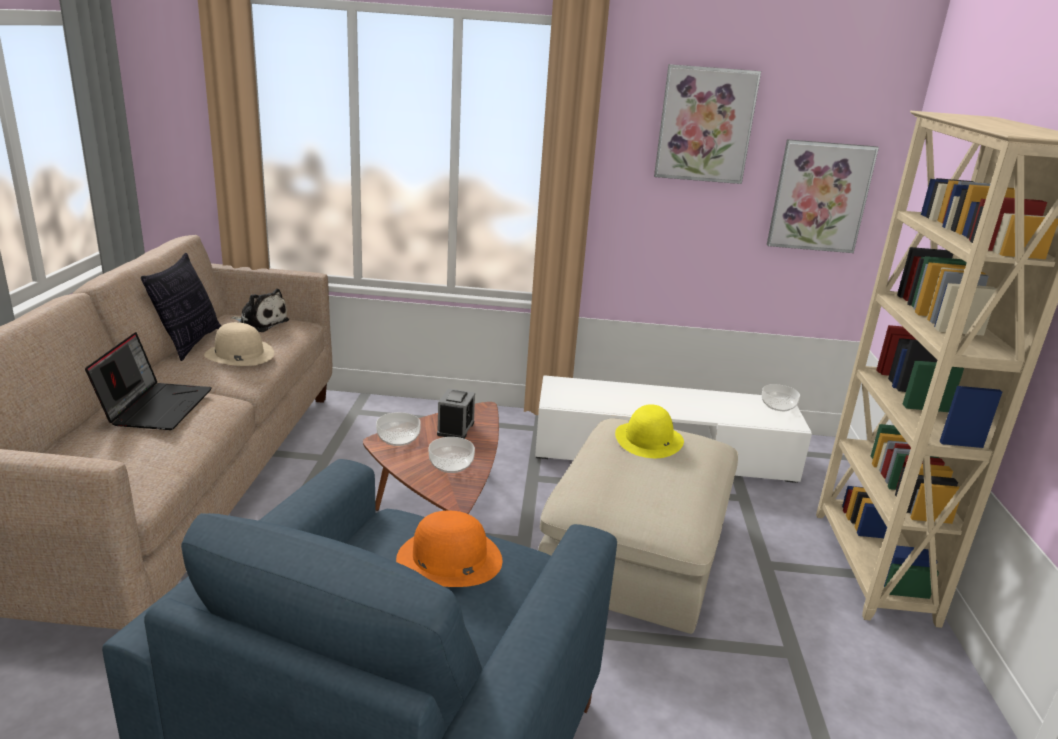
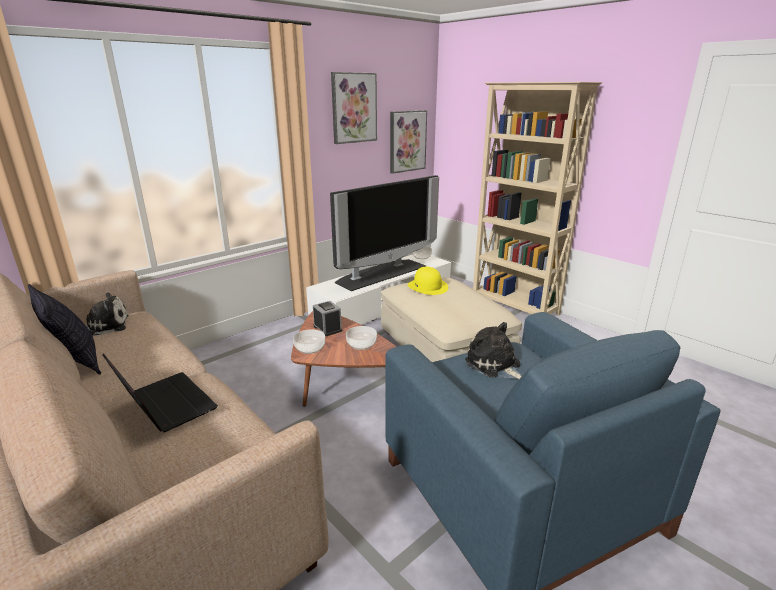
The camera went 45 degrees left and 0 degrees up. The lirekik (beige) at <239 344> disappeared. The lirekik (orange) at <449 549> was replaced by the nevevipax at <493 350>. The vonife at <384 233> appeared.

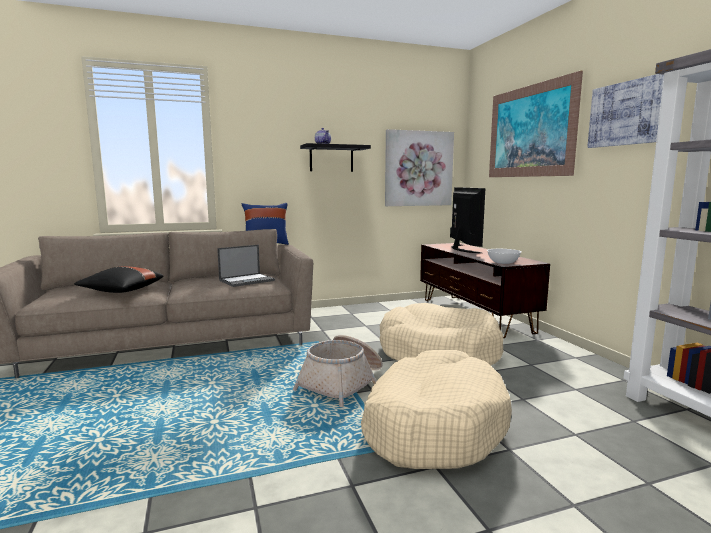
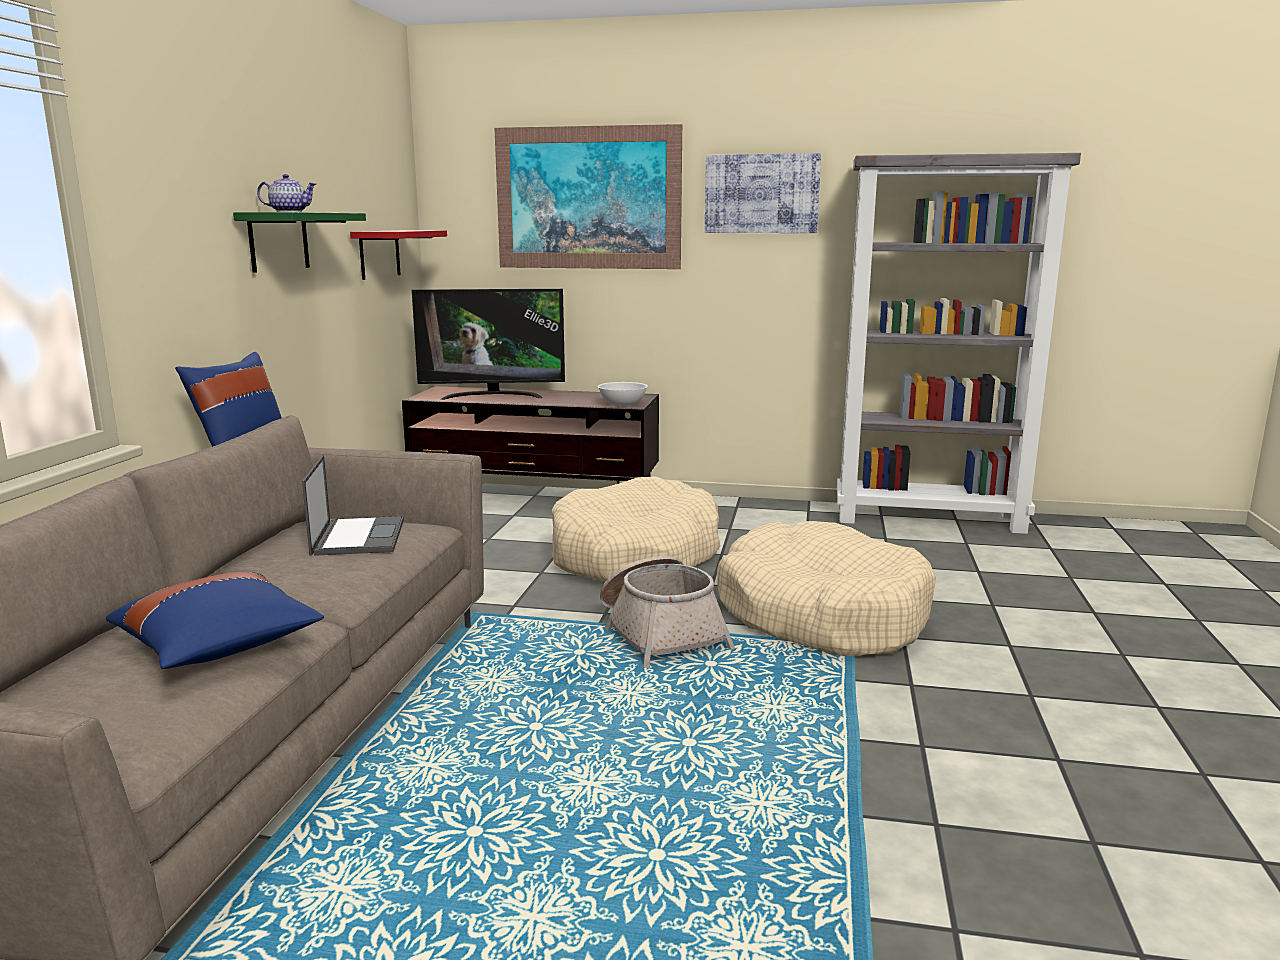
The camera went 60 degrees left and 5 degrees up. The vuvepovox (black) at <118 279> became the vuvepovox (blue) at <215 620>. The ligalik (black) at <335 157> became the ligalik (green) at <299 242>. The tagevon at <419 167> was replaced by the ligalik (red) at <398 255>. The vonife at <467 220> turned 150 degrees clockwise.

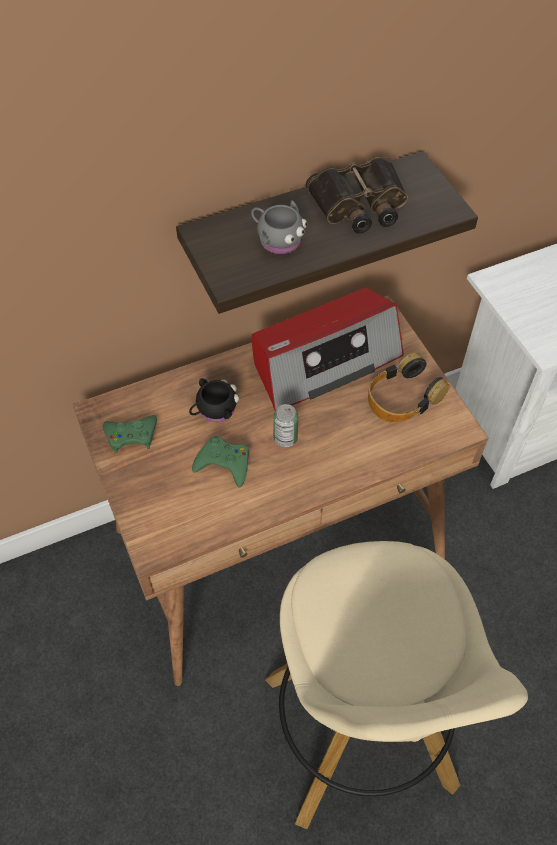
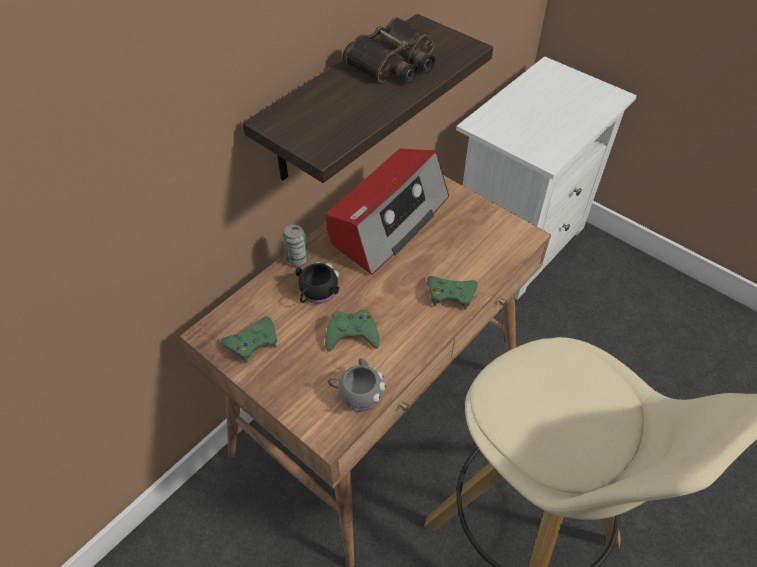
The camera went 25 degrees left and 5 degrees down. The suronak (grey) moved from <279 227> to <357 385>. The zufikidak moved from <285 425> to <295 245>. The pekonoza at <409 388> disappeared. The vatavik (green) at <452 292> appeared.

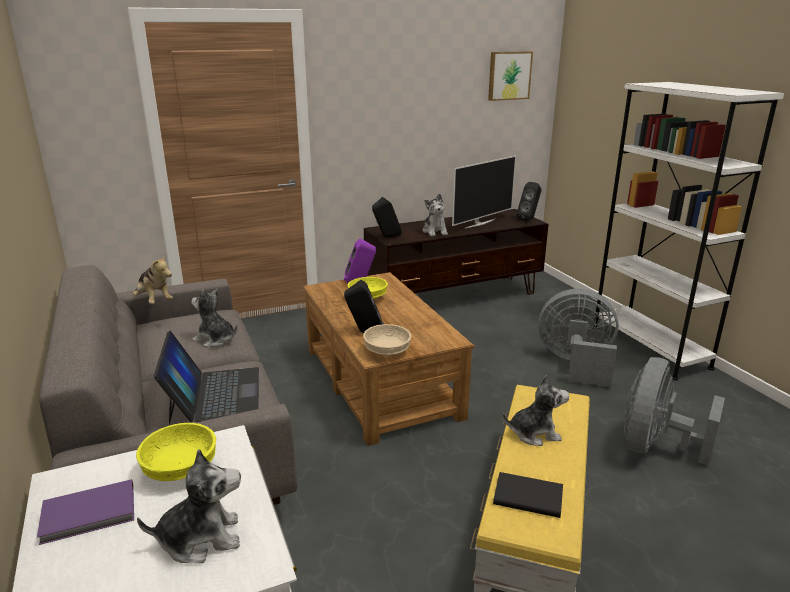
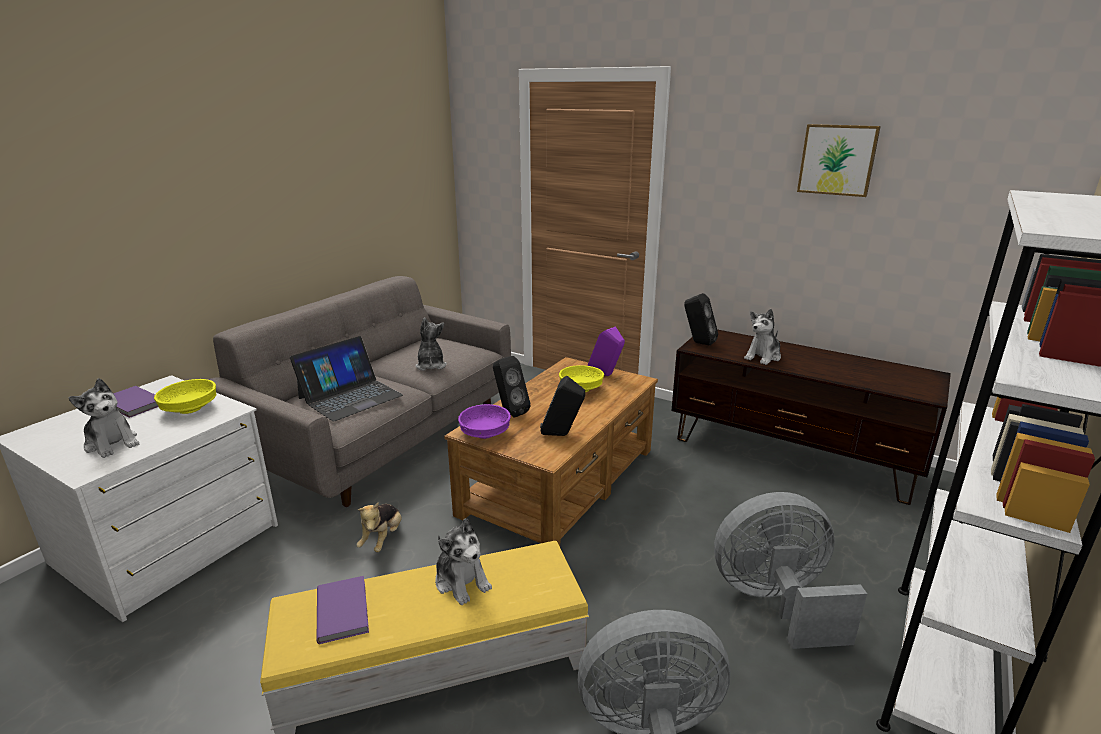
The camera went 55 degrees right and 0 degrees up. The nevevipax moved from <153 279> to <379 527>. The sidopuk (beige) at <387 340> became the sidopuk (purple) at <484 421>. The vonife at <484 192> disappeared. The tagevon moved from <510 76> to <839 160>. The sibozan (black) at <528 495> became the sibozan (purple) at <343 610>. The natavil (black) moved from <529 201> to <562 406>. The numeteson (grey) at <578 338> turned 75 degrees counterclockwise.

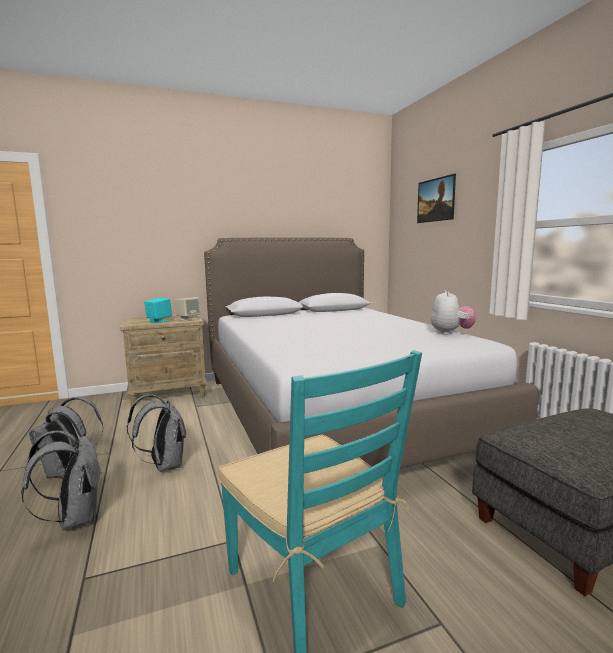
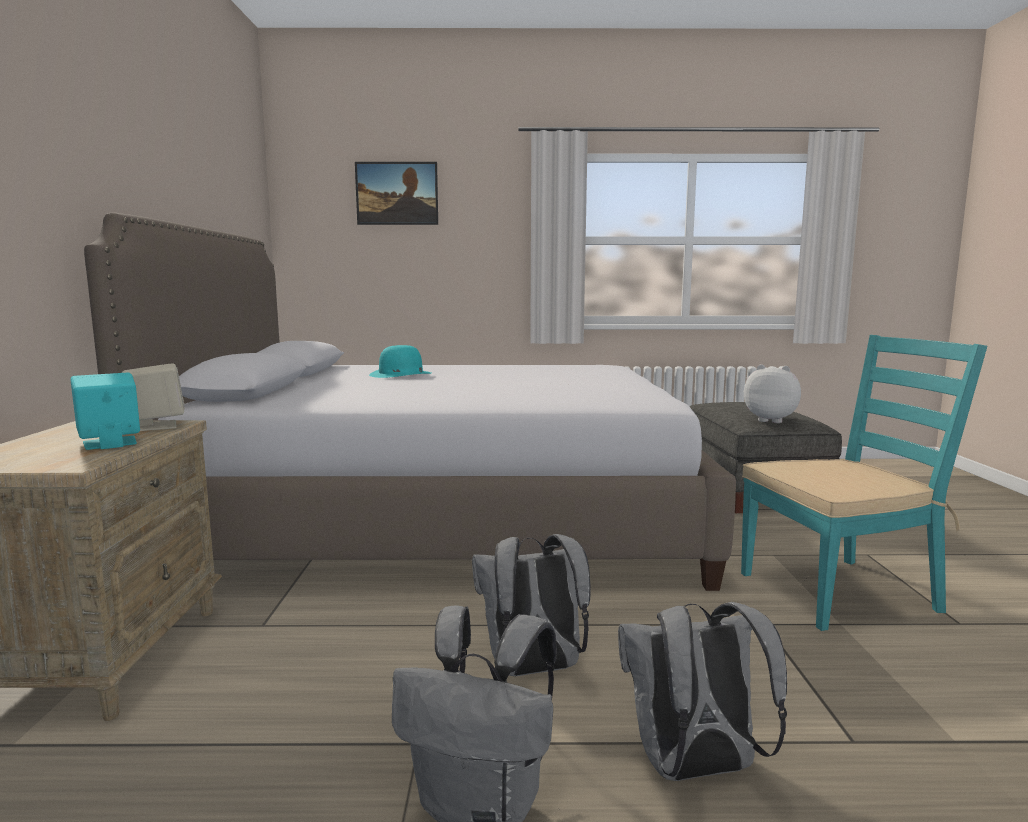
The camera went 70 degrees left and 0 degrees up. The nevevipax moved from <453 312> to <772 393>. The lirekik (turquoise) at <400 361> appeared.

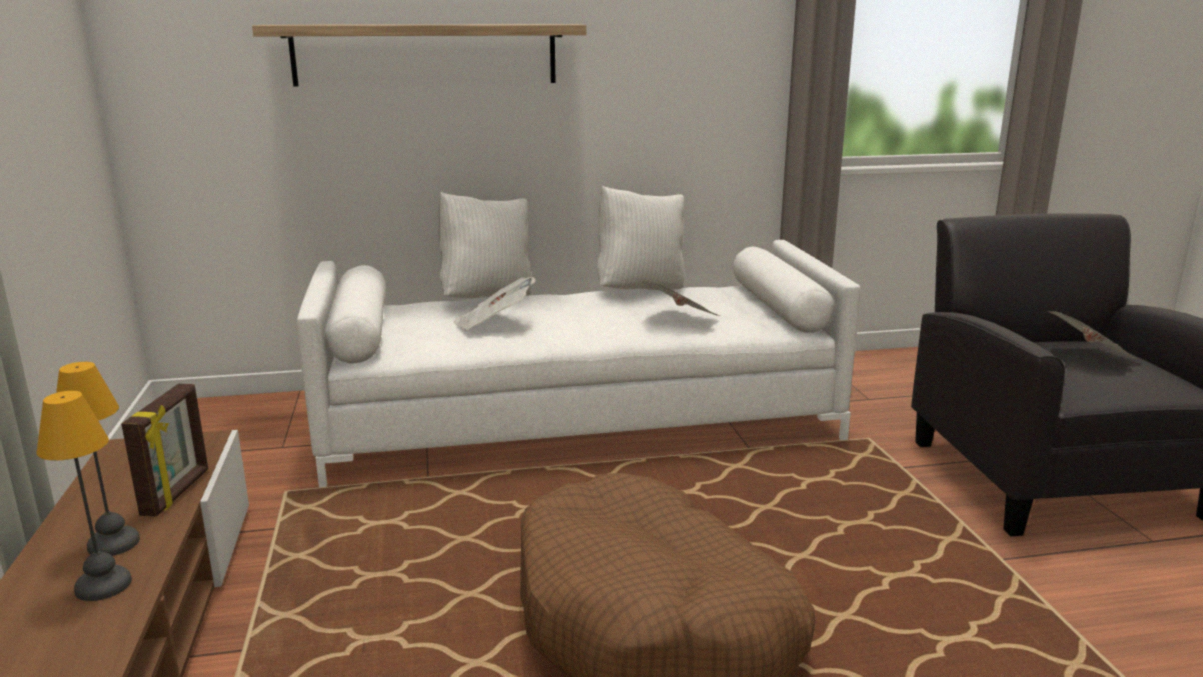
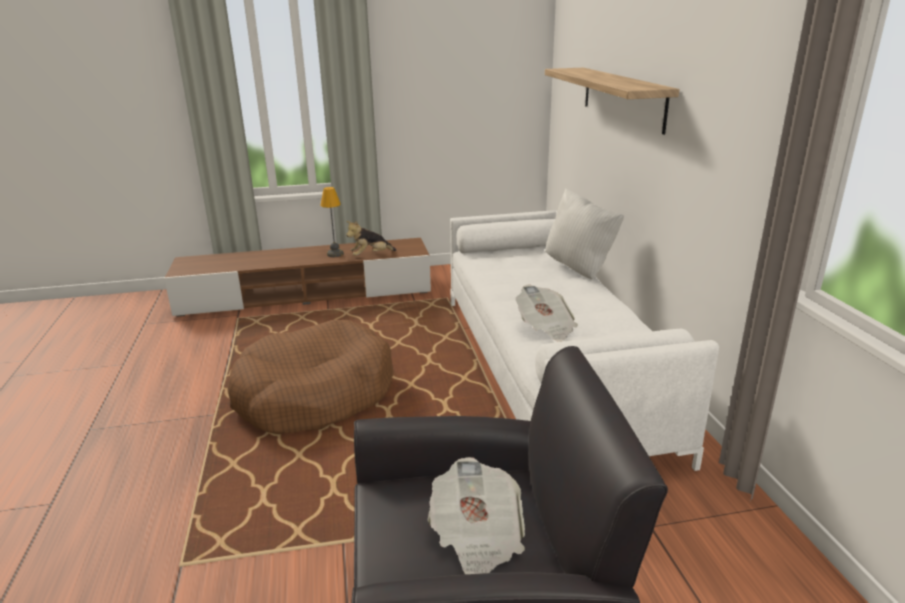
The camera went 90 degrees right and 5 degrees up. The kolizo at <84 496> disappeared. The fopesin at <164 450> was replaced by the nevevipax at <371 238>. The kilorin at <495 304> disappeared. The vuvepovox (white) at <641 238> disappeared.

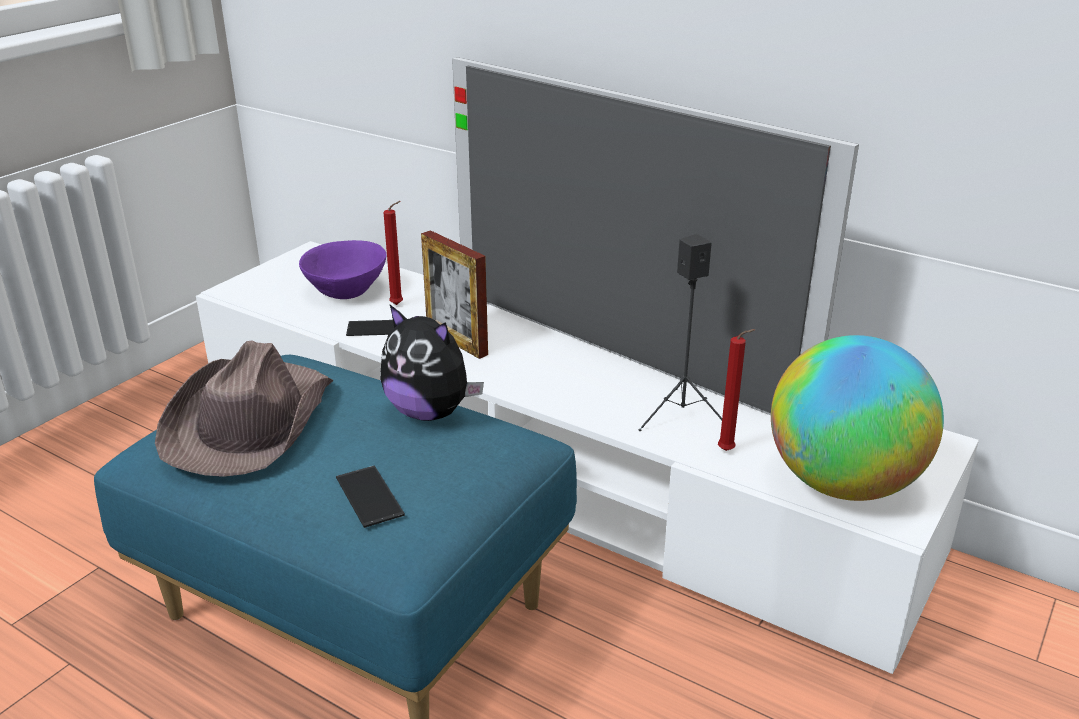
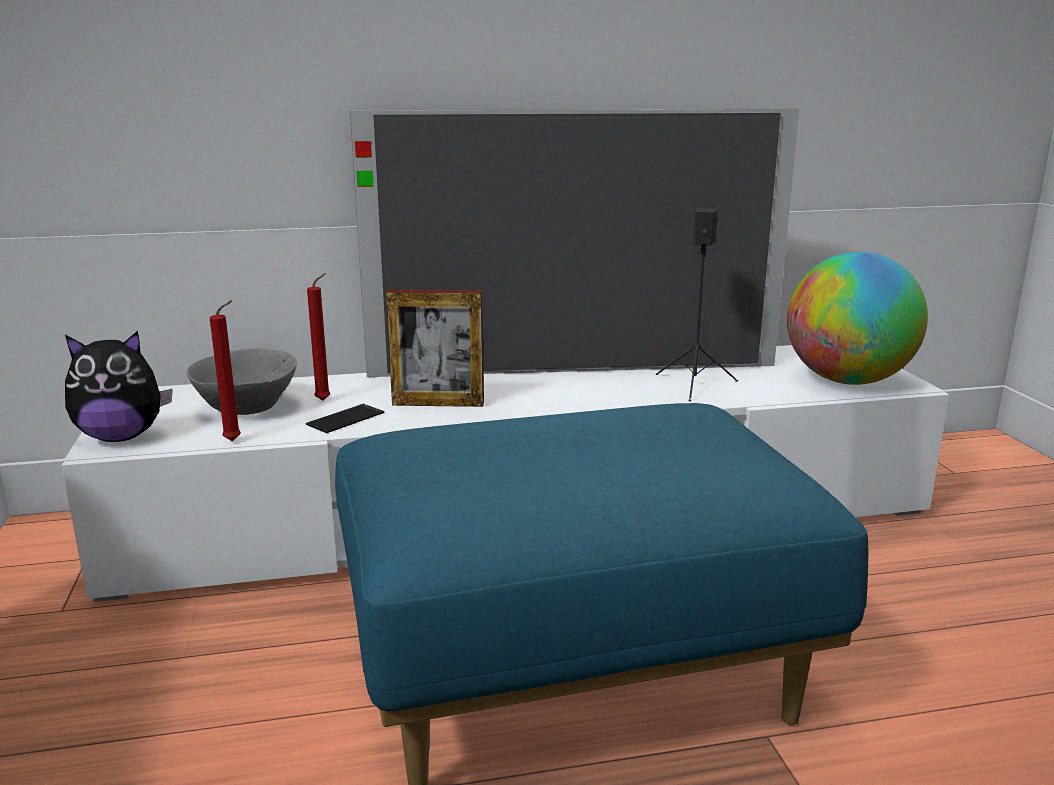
The camera went 45 degrees left and 10 degrees down. The lirekik (brown) at <244 408> disappeared. The sidopuk (purple) at <343 269> became the sidopuk (grey) at <241 382>. The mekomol at <370 496> disappeared. The nevevipax moved from <432 363> to <119 386>. The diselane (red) moved from <737 390> to <225 370>.

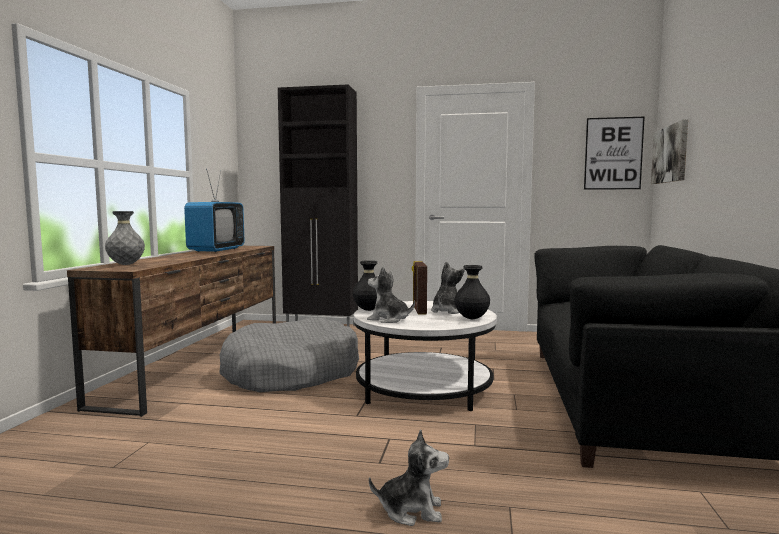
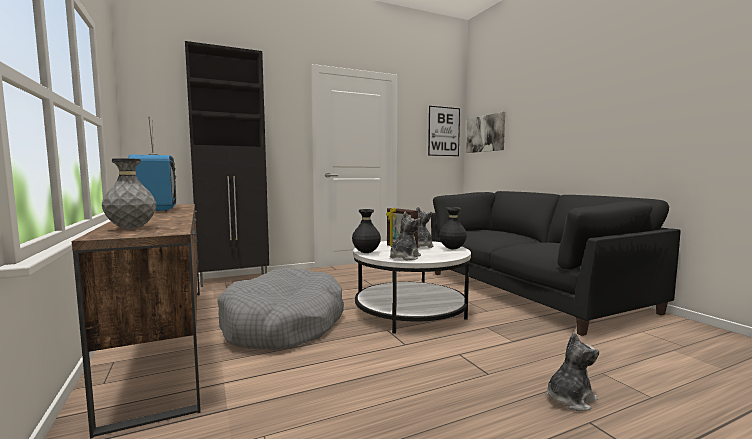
The camera went 35 degrees left and 0 degrees up. The nevevipax at <391 294> turned 135 degrees clockwise.

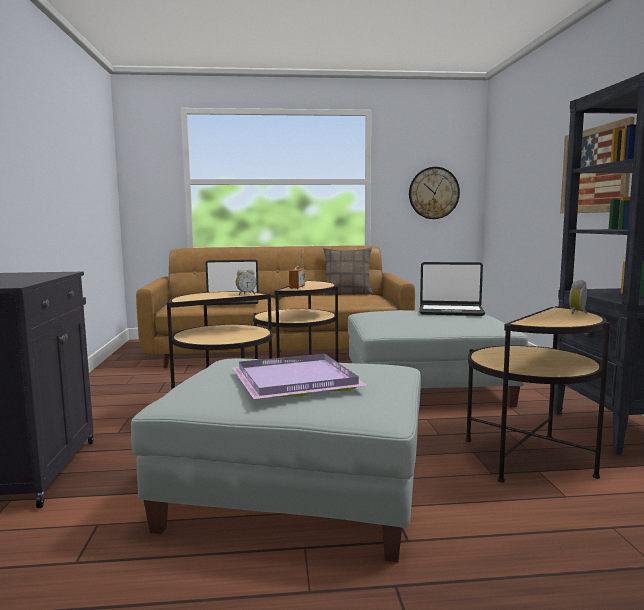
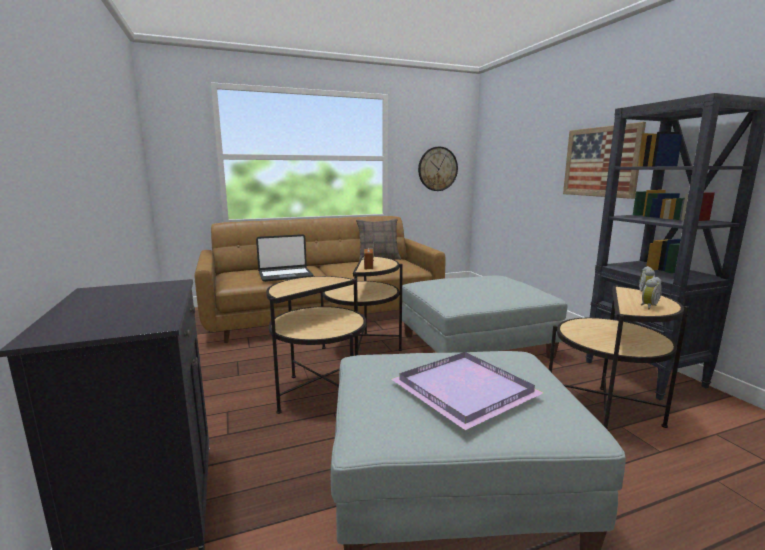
The camera went 15 degrees left and 5 degrees up. The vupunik moved from <246 282> to <651 293>. The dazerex at <452 289> disappeared.

